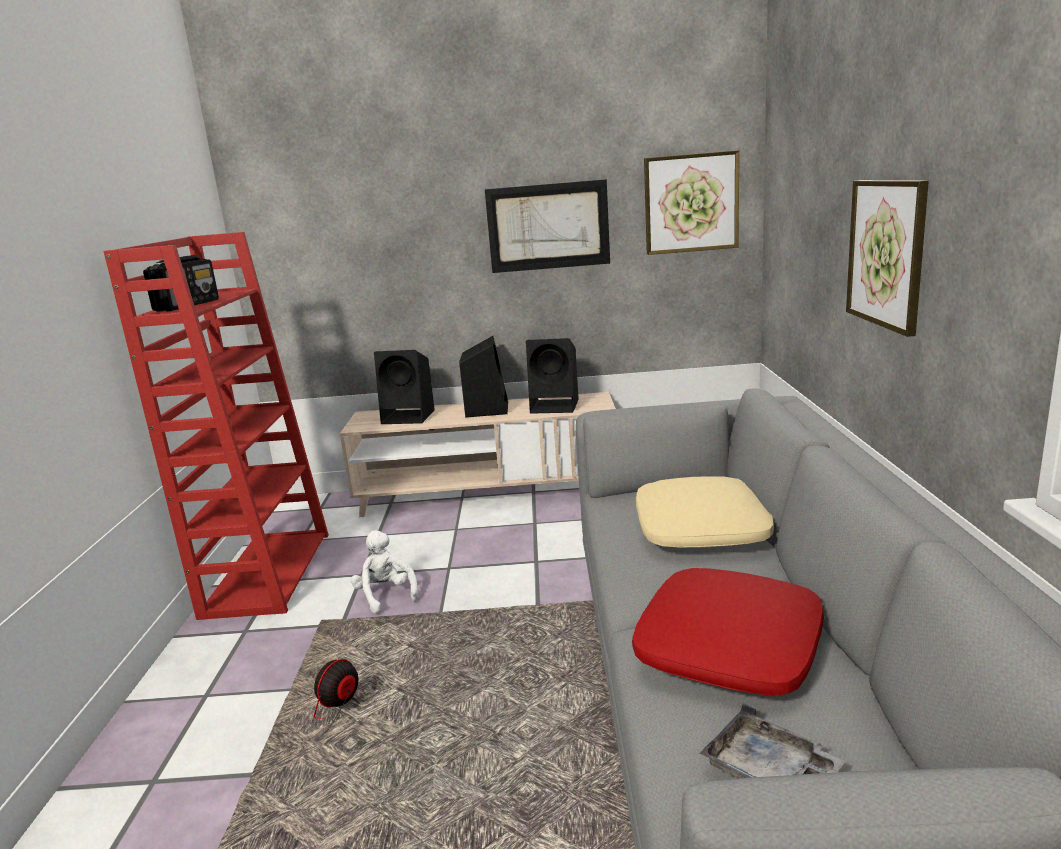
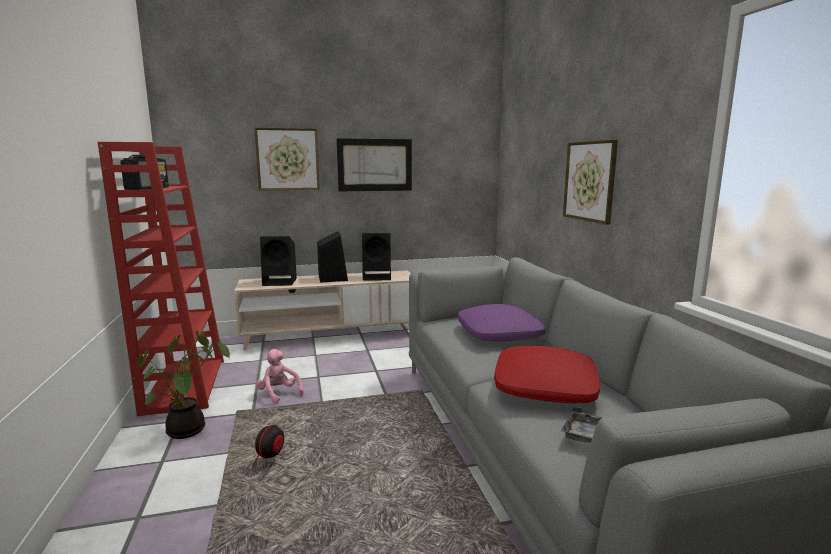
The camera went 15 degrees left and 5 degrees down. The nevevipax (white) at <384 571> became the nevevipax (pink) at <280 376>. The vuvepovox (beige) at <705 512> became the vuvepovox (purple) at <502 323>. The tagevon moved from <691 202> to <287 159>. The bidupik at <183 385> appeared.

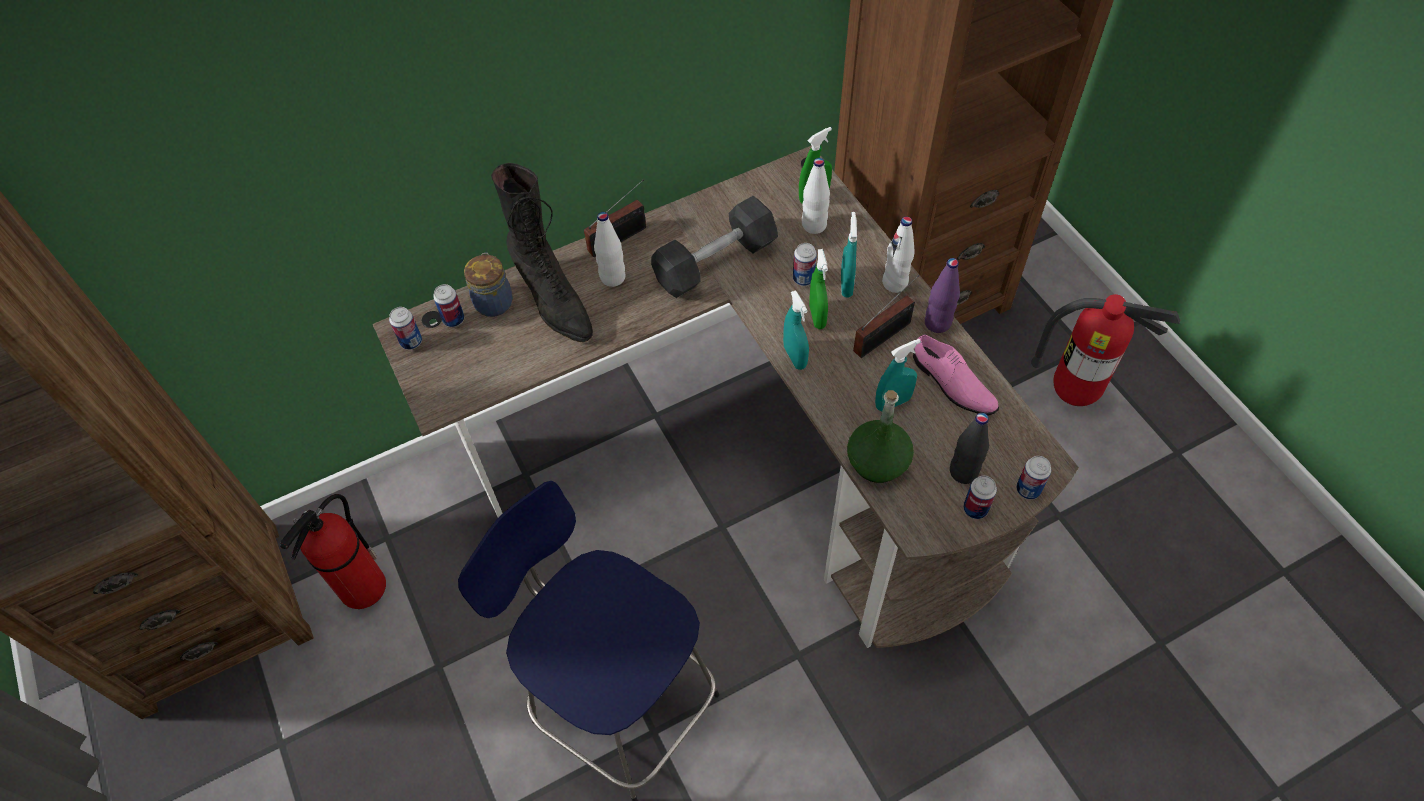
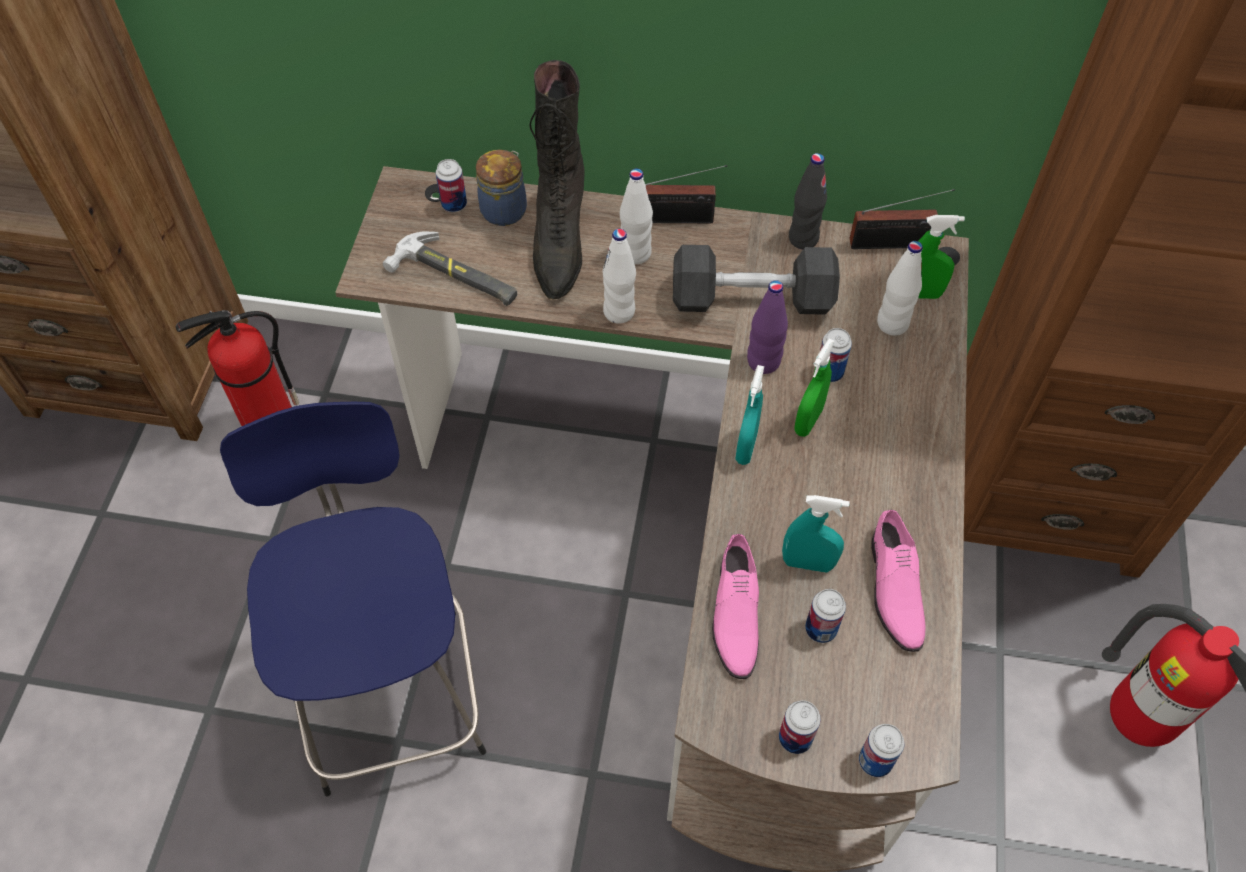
The camera went 35 degrees right and 0 degrees up. The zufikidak moved from <405 328> to <825 616>. The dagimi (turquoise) at <849 255> disappeared. The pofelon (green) at <880 436> was replaced by the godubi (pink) at <735 606>. The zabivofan moved from <886 316> to <902 219>. The pofelon (white) moved from <898 255> to <619 276>. The pofelon (purple) moved from <942 295> to <767 327>. The pofelon (black) moved from <969 448> to <808 201>. The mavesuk at <450 269> appeared.

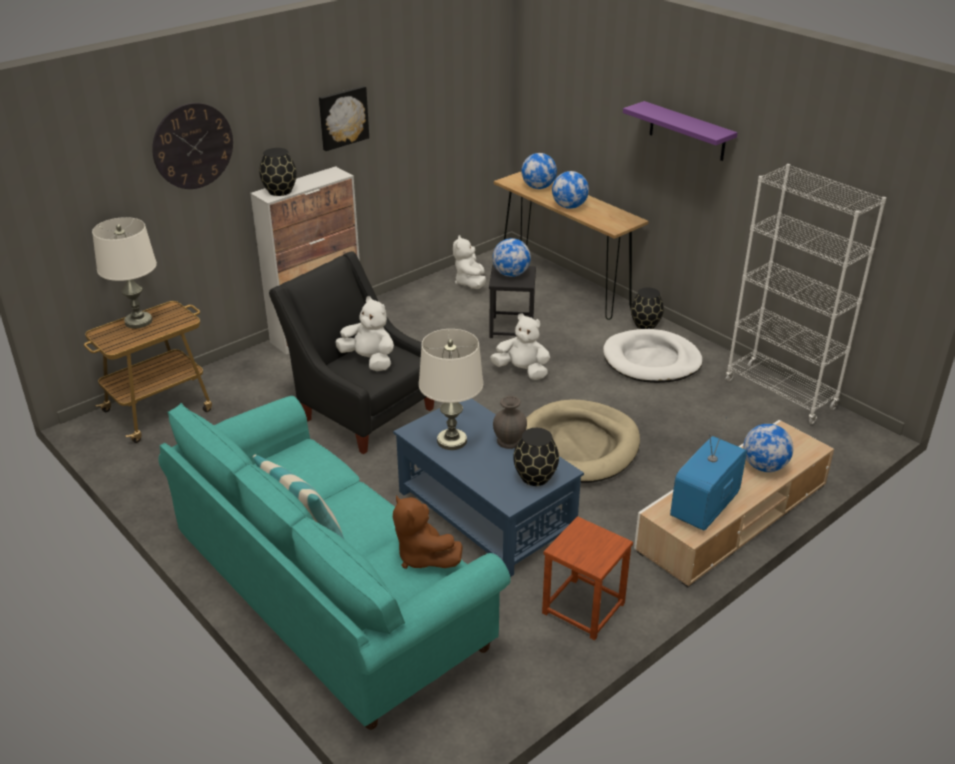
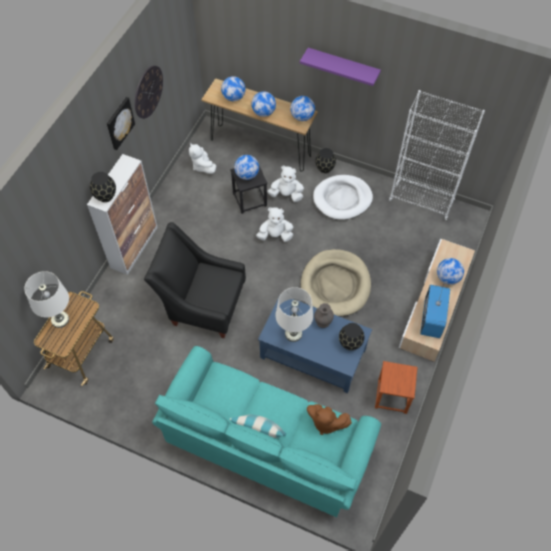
The camera went 25 degrees left and 25 degrees up. The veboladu moved from <192 146> to <149 92>. The nevevipax (white) moved from <364 333> to <285 184>. The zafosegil at <302 108> appeared.

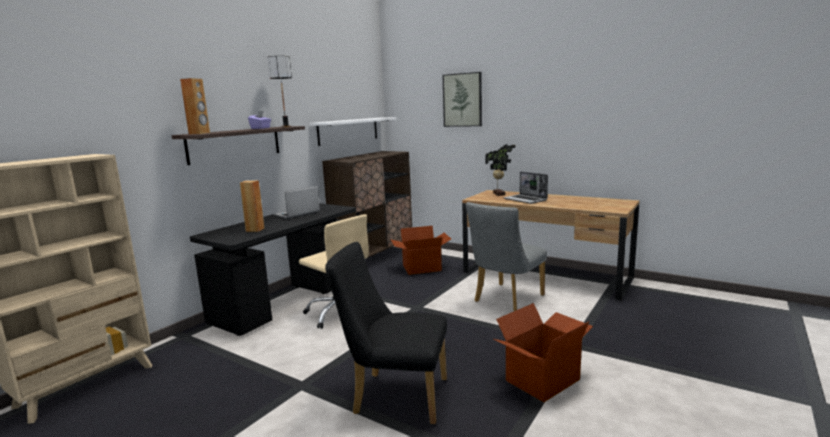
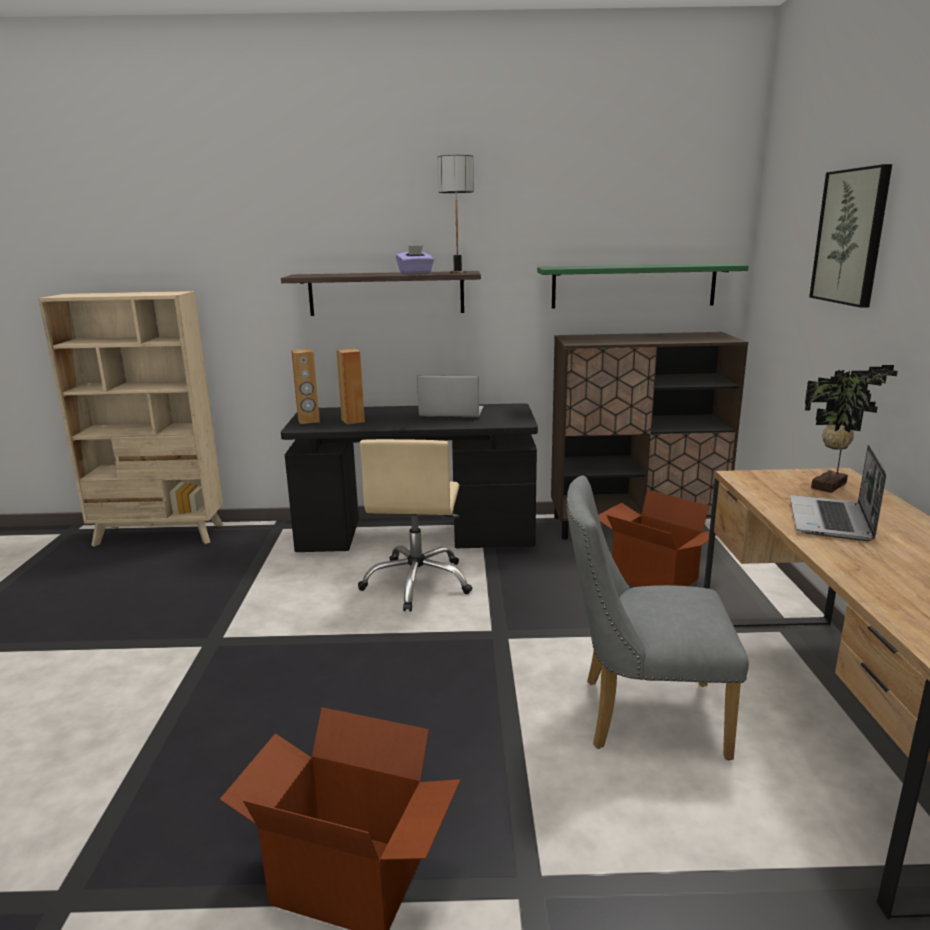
The camera went 55 degrees right and 5 degrees up. The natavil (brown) moved from <195 106> to <305 386>. The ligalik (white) at <353 131> became the ligalik (green) at <643 286>. The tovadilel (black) at <386 333> disappeared.

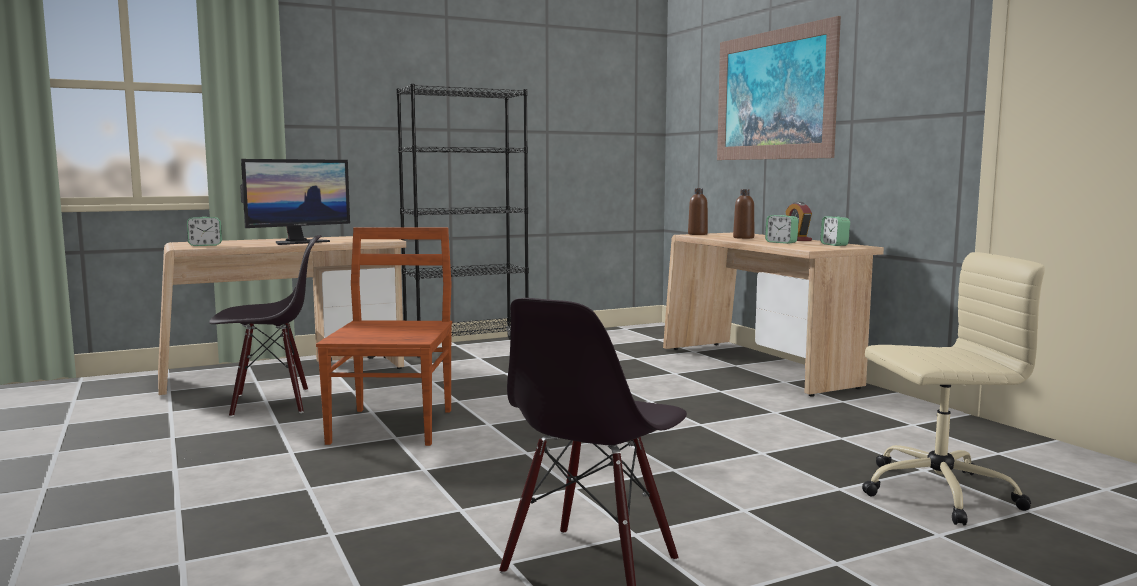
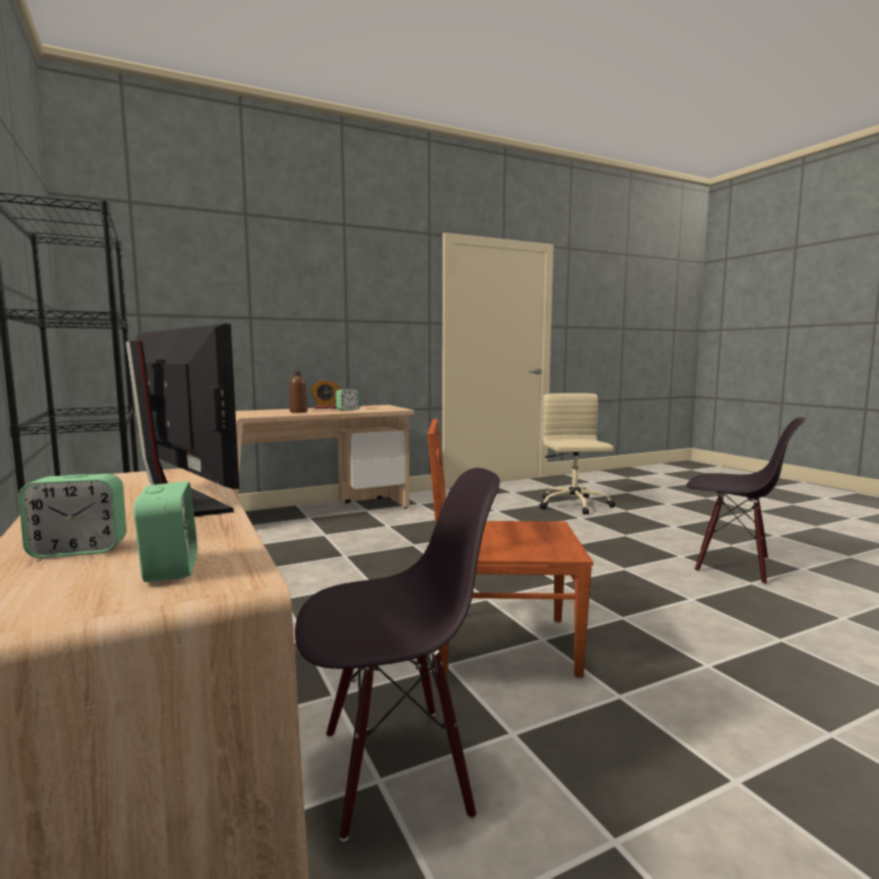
The camera went 90 degrees left and 0 degrees up. The tovadilel (black) at <265 326> turned 90 degrees clockwise. The pofelon (brown) at <698 211> disappeared. The tagevon at <779 88> disappeared. The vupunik moved from <835 231> to <72 516>.

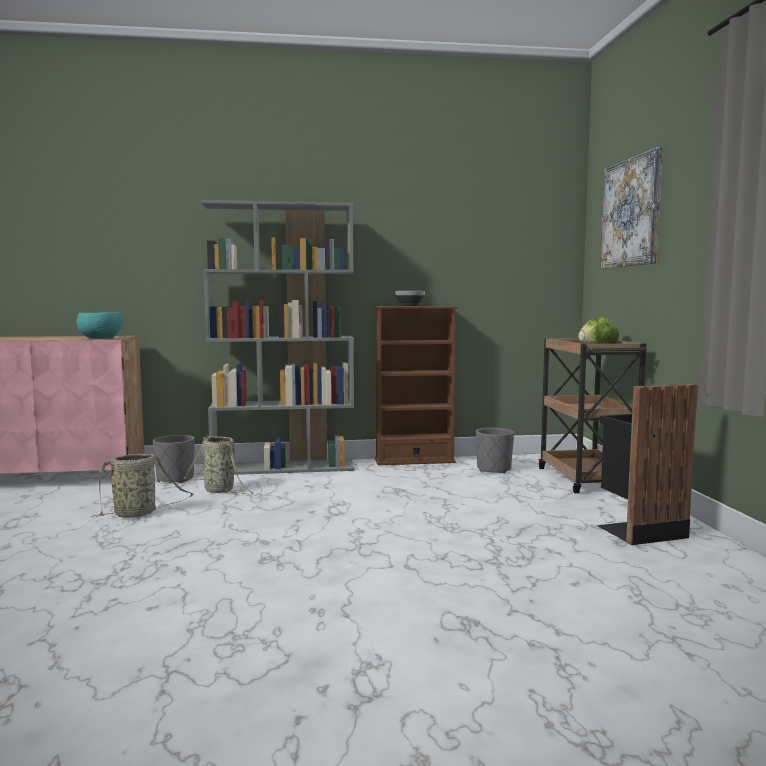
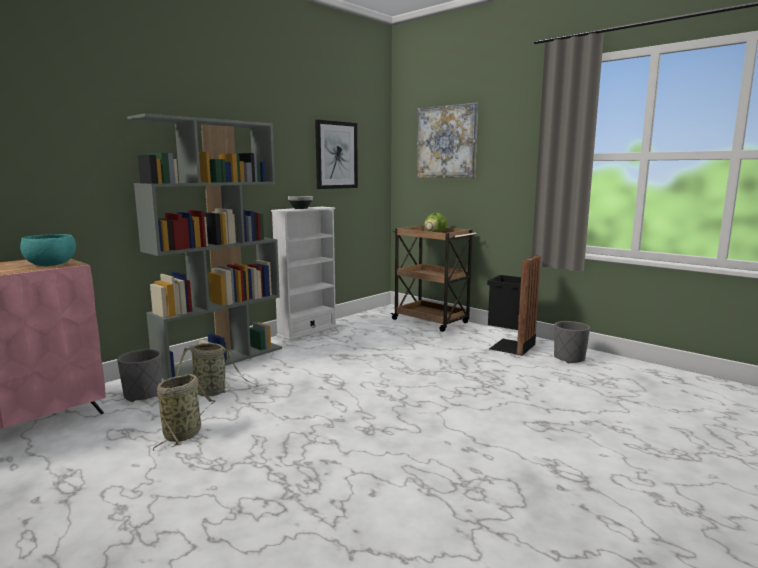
The camera went 40 degrees left and 5 degrees up. The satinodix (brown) at <416 385> became the satinodix (white) at <304 274>. The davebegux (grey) moved from <495 450> to <572 342>. The tagevon at <336 154> appeared.

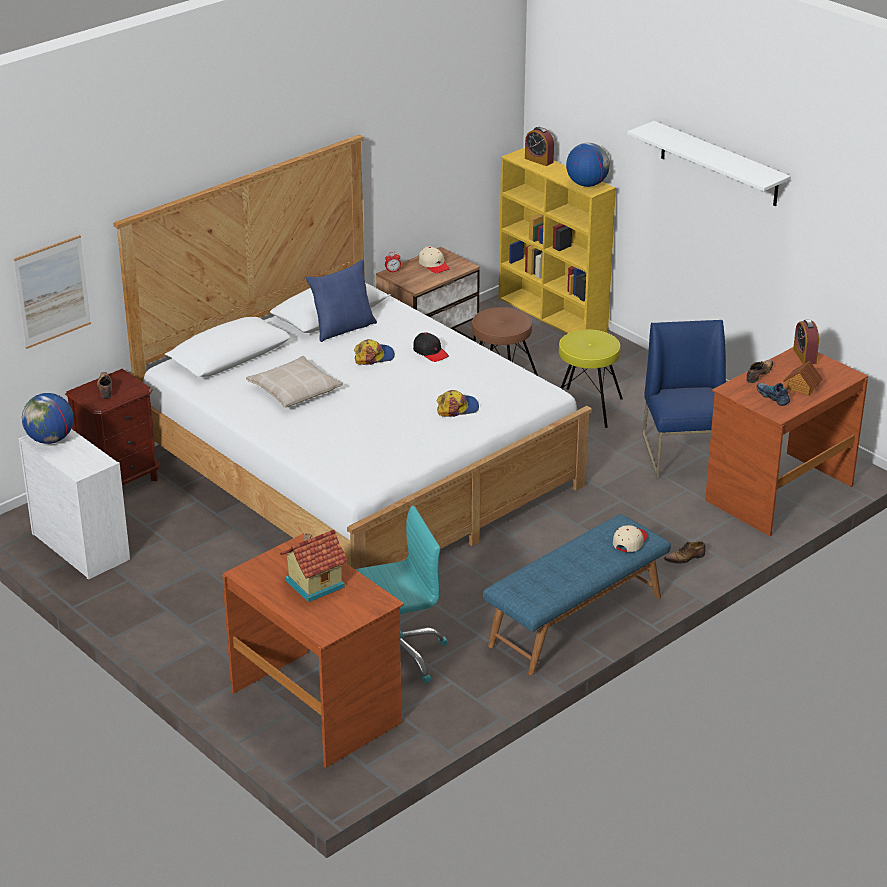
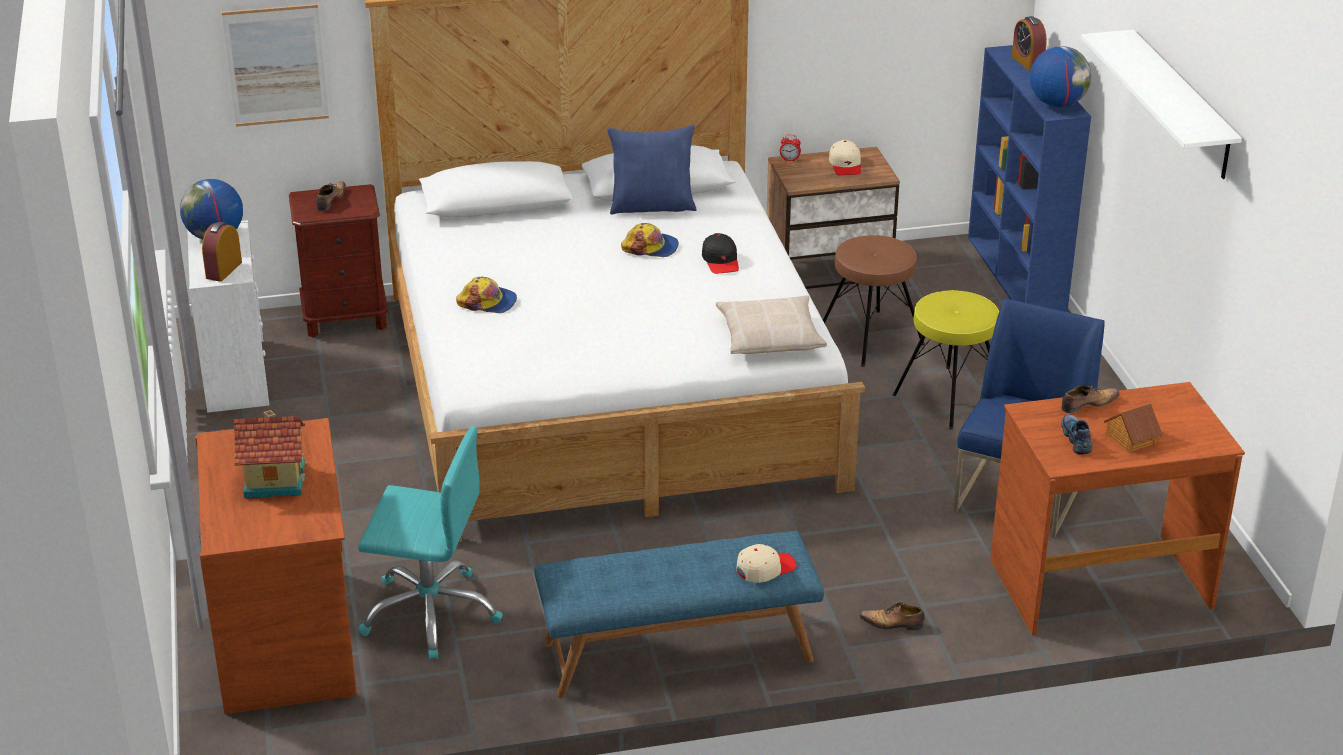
The camera went 30 degrees right and 0 degrees up. The vuvepovox (beige) moved from <294 382> to <771 324>. The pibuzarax moved from <458 403> to <486 295>. The satinodix (yellow) at <557 241> became the satinodix (blue) at <1029 178>. The vupunik moved from <806 341> to <222 252>.

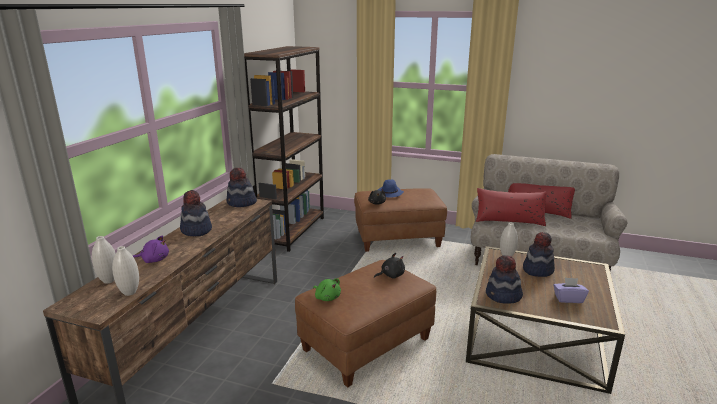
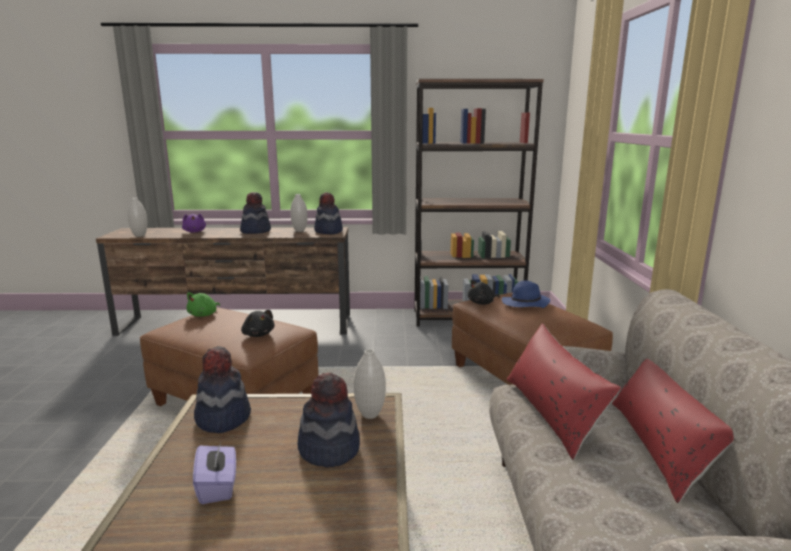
The camera went 70 degrees right and 5 degrees down. The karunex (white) moved from <104 260> to <299 213>.

